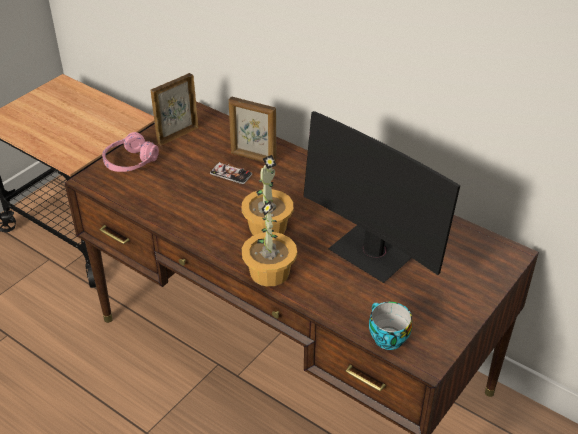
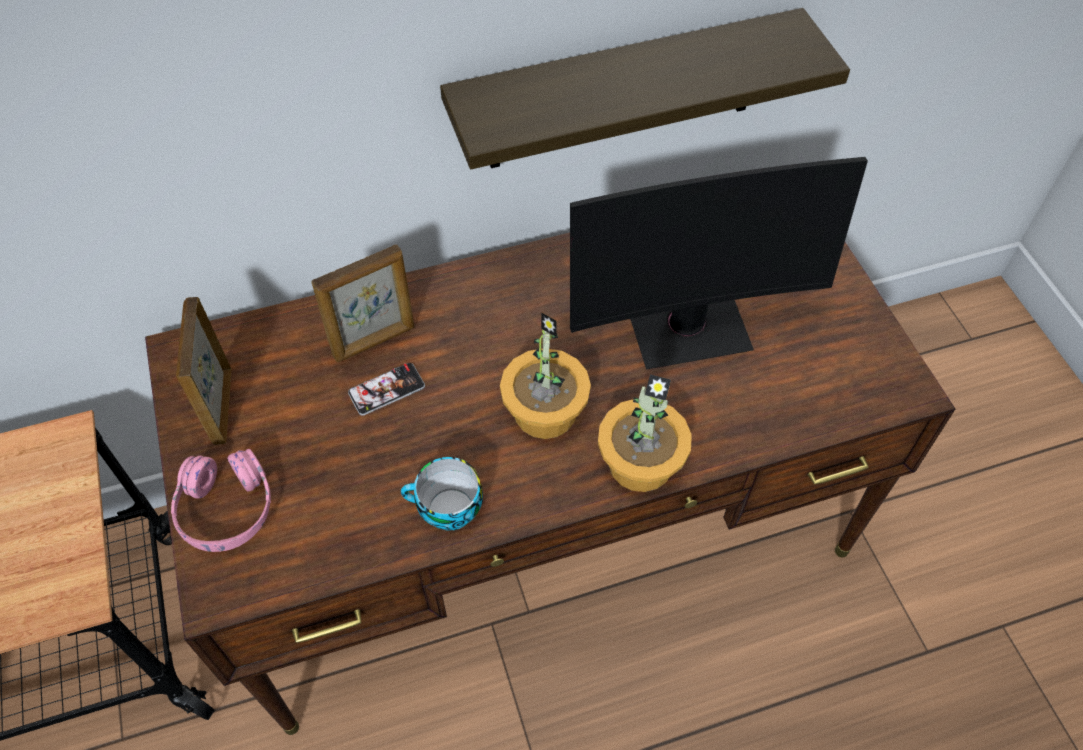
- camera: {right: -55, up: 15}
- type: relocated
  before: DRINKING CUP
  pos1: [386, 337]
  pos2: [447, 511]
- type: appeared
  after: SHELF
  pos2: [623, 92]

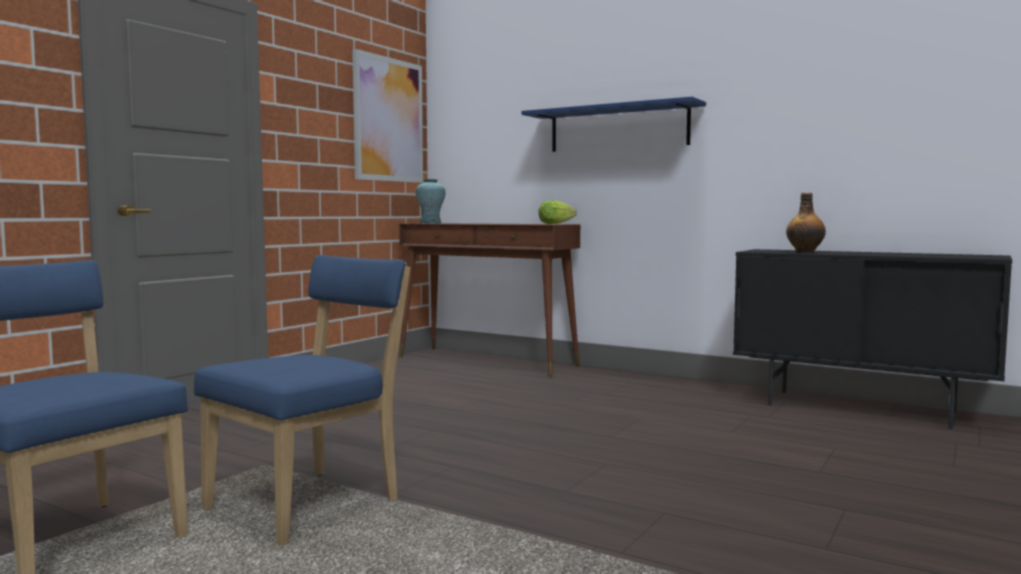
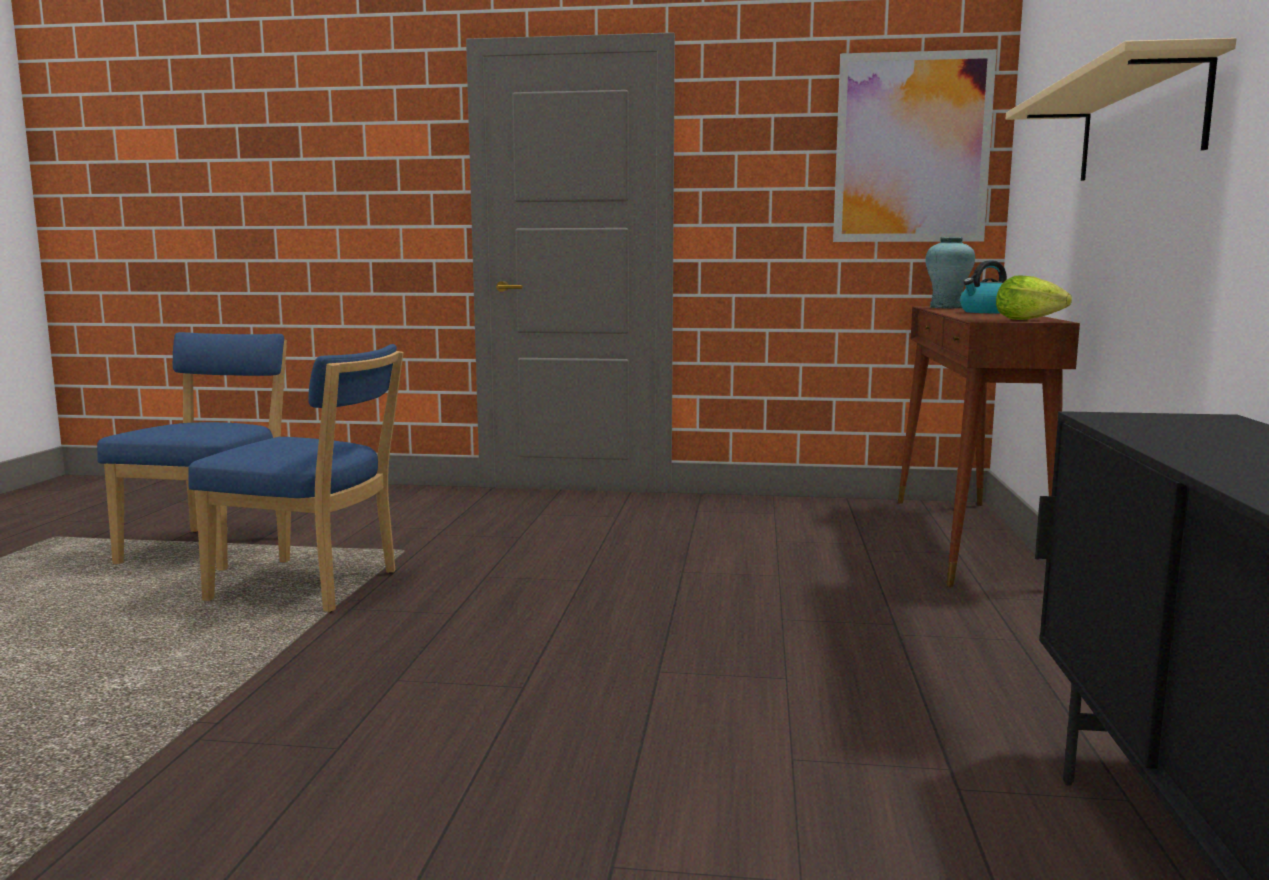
- camera: {right: 65, up: 5}
- type: appeared
  after: TEA KETTLE
  pos2: [986, 312]
- type: colour
  before: BLUE-COLOURED SHELF
  after: BEIGE SHELF
  pos1: [618, 128]
  pos2: [1139, 124]
- type: missing
  before: BOTTLE
  pos1: [805, 252]

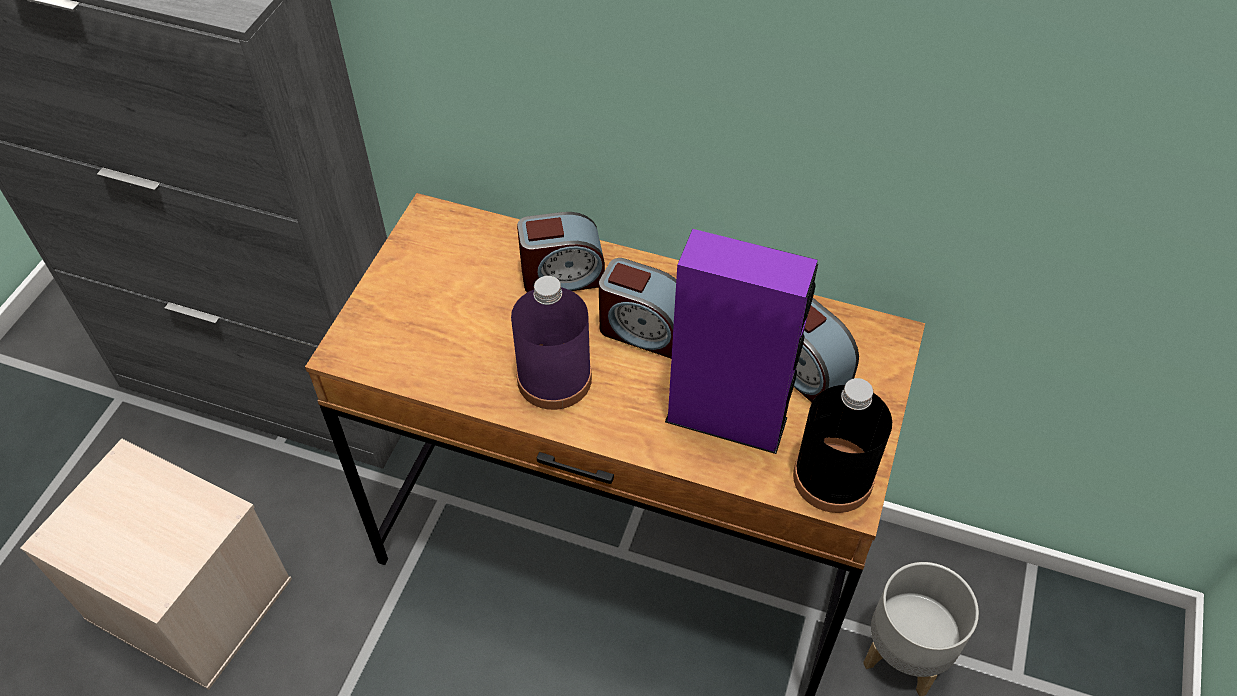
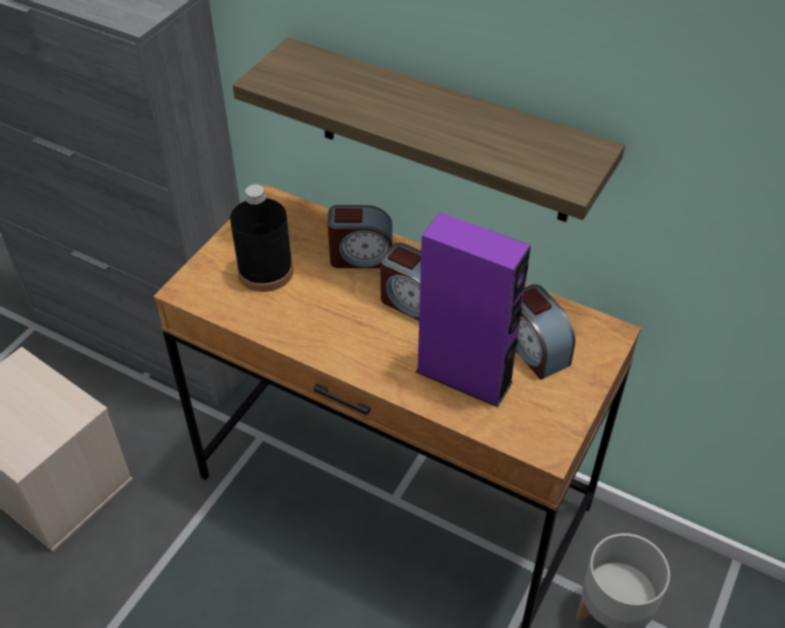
- camera: {right: 10, up: -5}
- type: relocated
  before: BLACK BOTTLE
  pos1: [833, 477]
  pos2: [265, 271]
- type: appeared
  after: SHELF
  pos2: [443, 133]
- type: missing
  before: PURPLE BOTTLE
  pos1: [554, 378]

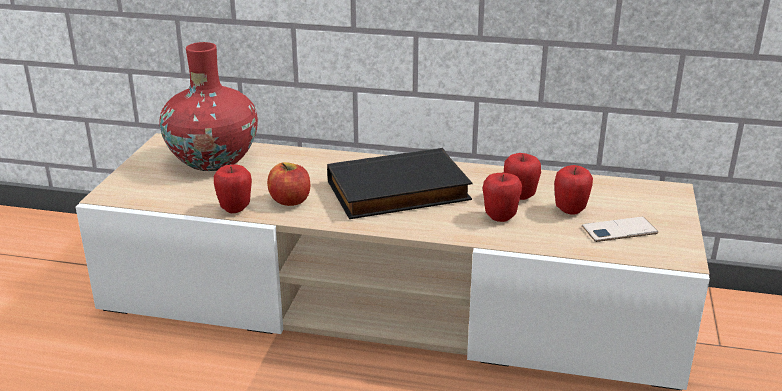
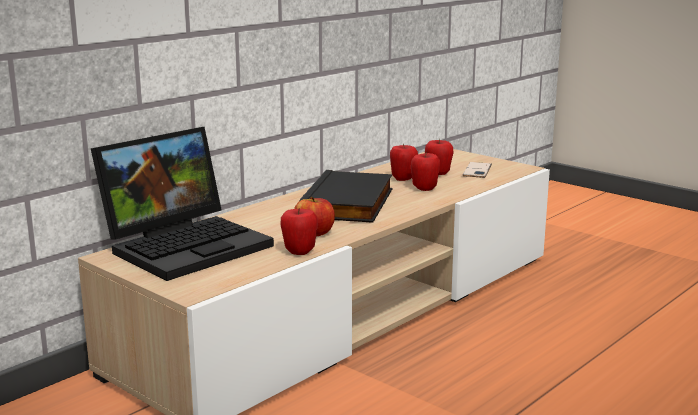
- camera: {right: -60, up: -10}
- type: exchanged
  before: REDDISH DECORATIVE VASE
  after: NOTEBOOK COMPUTER
  pos1: [213, 159]
  pos2: [188, 245]

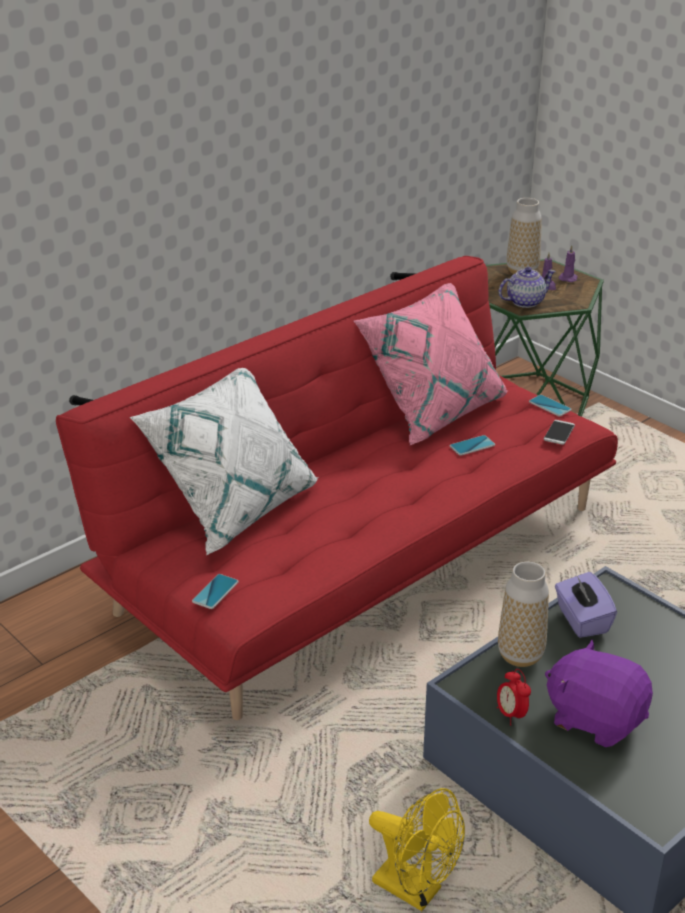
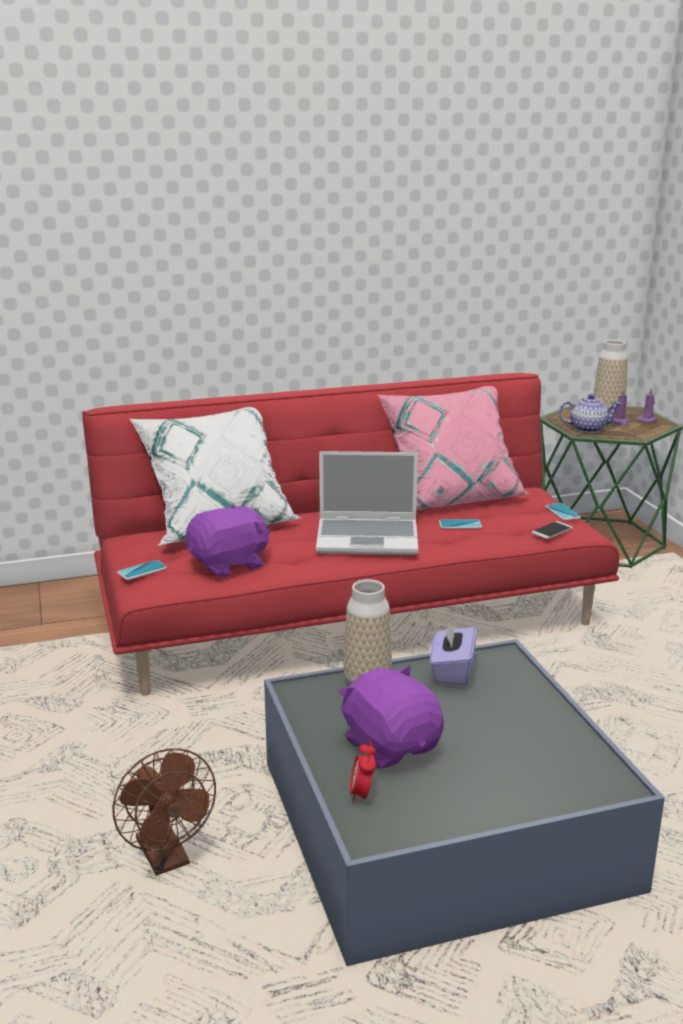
- camera: {right: 25, up: -10}
- type: colour
  before: YELLOWISH ELECTRIC FAN
  after: BROWN ELECTRIC FAN
  pos1: [416, 890]
  pos2: [167, 859]
- type: appeared
  after: PURPLE PLUSH TOY
  pos2: [229, 564]
- type: appeared
  after: NOTEBOOK COMPUTER
  pos2: [369, 538]
- type: relocated
  before: ALARM CLOCK
  pos1: [511, 714]
  pos2: [362, 795]

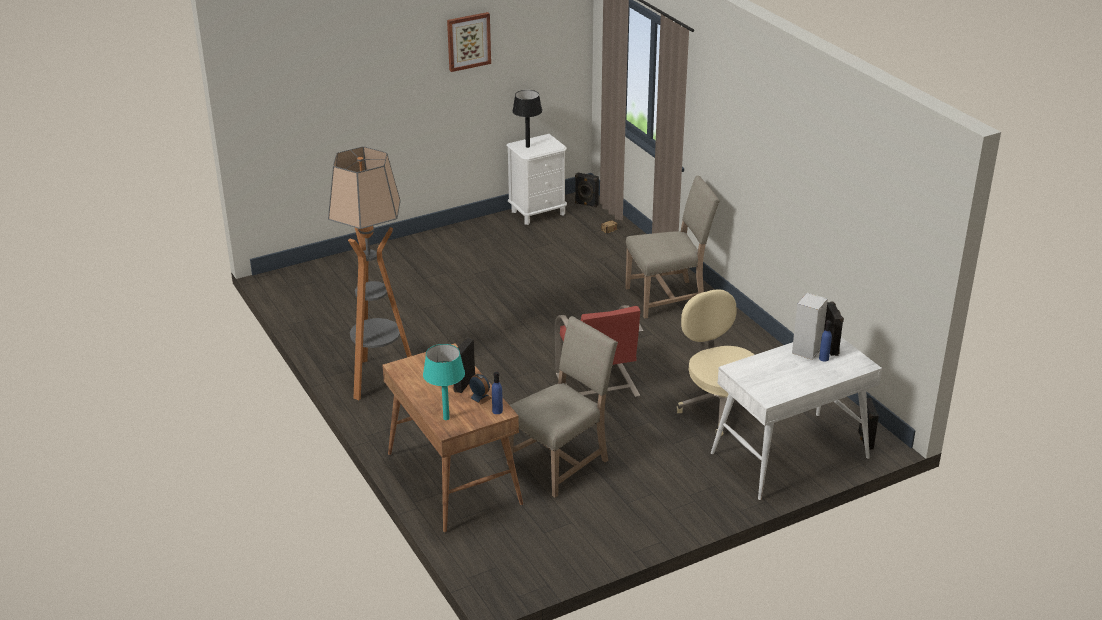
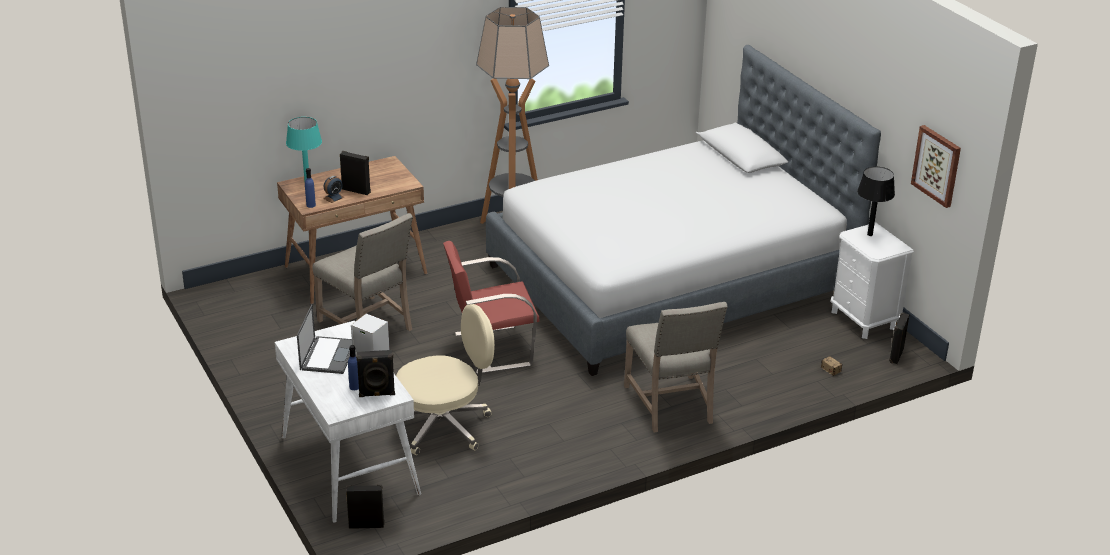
- camera: {right: 90, up: 0}
- type: appeared
  after: NOTEBOOK COMPUTER
  pos2: [328, 355]
- type: appeared
  after: BEDROOM BED
  pos2: [670, 280]
- type: relocated
  before: PICTURE
  pos1: [468, 41]
  pos2: [937, 165]

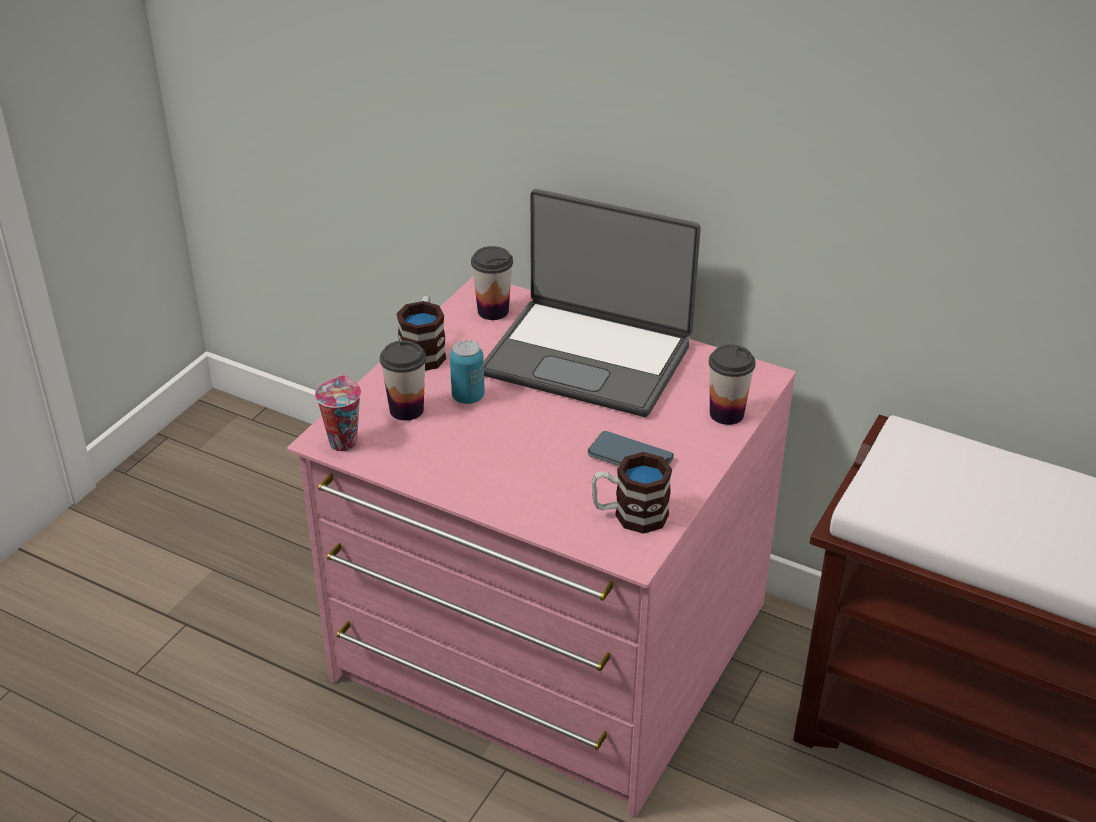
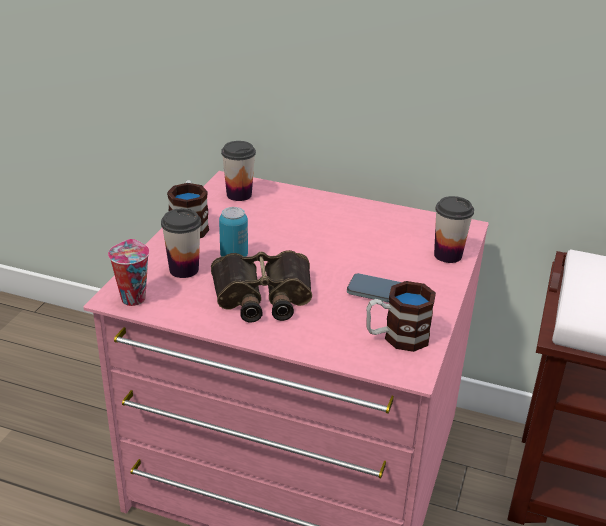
- camera: {right: -10, up: -5}
- type: appeared
  after: PAIR OF BINOCULARS
  pos2: [262, 297]
- type: missing
  before: NOTEBOOK COMPUTER
  pos1: [589, 357]

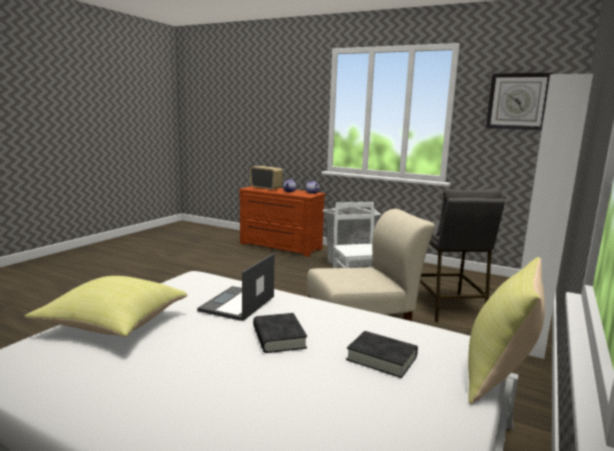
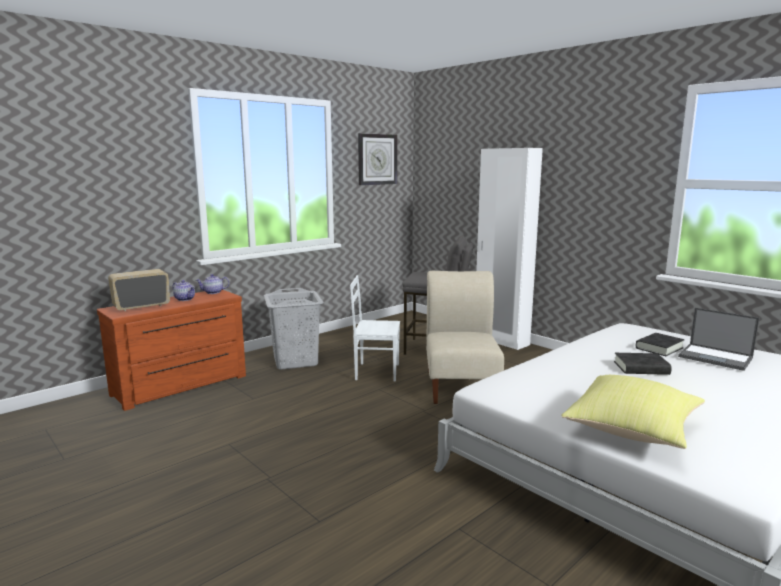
- camera: {right: -70, up: 0}
- type: relocated
  before: NOTEBOOK COMPUTER
  pos1: [237, 304]
  pos2: [716, 357]
- type: missing
  before: YELLOWISH THROW PILLOW
  pos1: [498, 375]

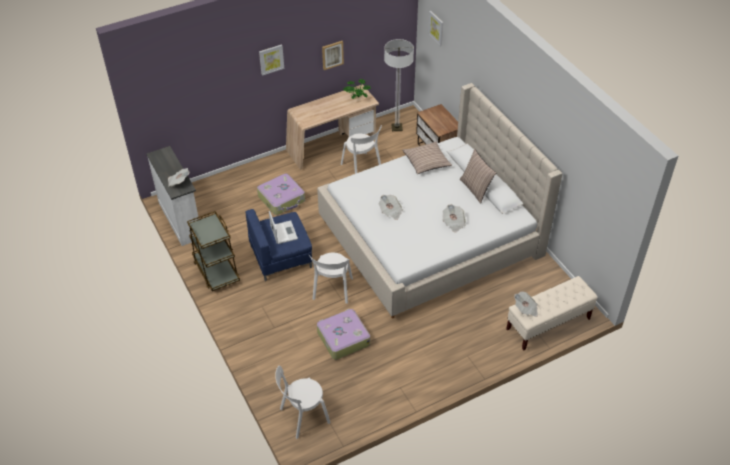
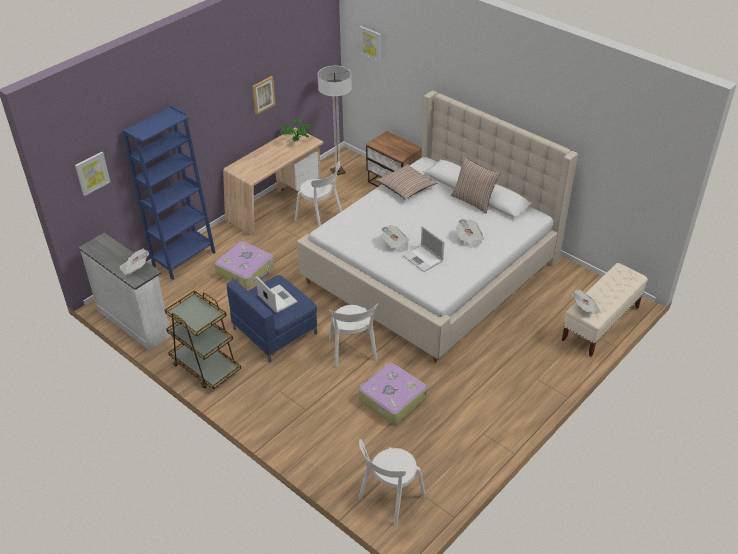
- camera: {right: -20, up: -5}
- type: relocated
  before: PICTURE
  pos1: [271, 59]
  pos2: [92, 173]
- type: appeared
  after: BLUE-COLOURED SHELVING UNIT
  pos2: [184, 259]
- type: appeared
  after: NOTEBOOK COMPUTER
  pos2: [423, 259]

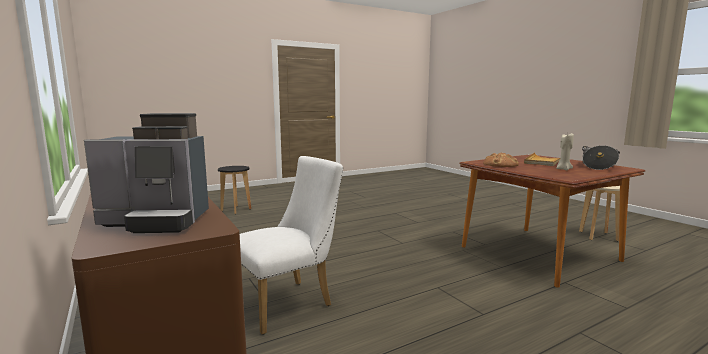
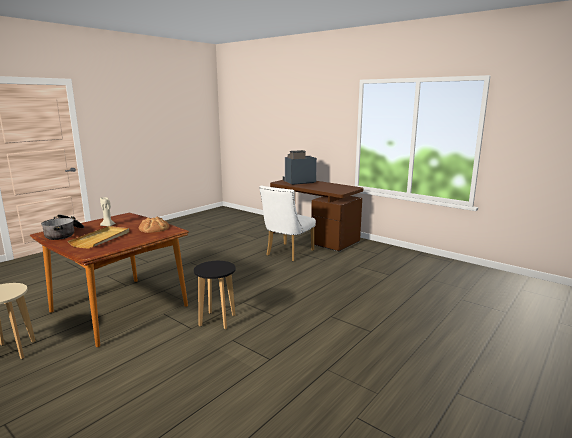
- camera: {right: 160, up: 5}
- type: relocated
  before: BLACK STOOL SEAT
  pos1: [236, 210]
  pos2: [217, 320]

